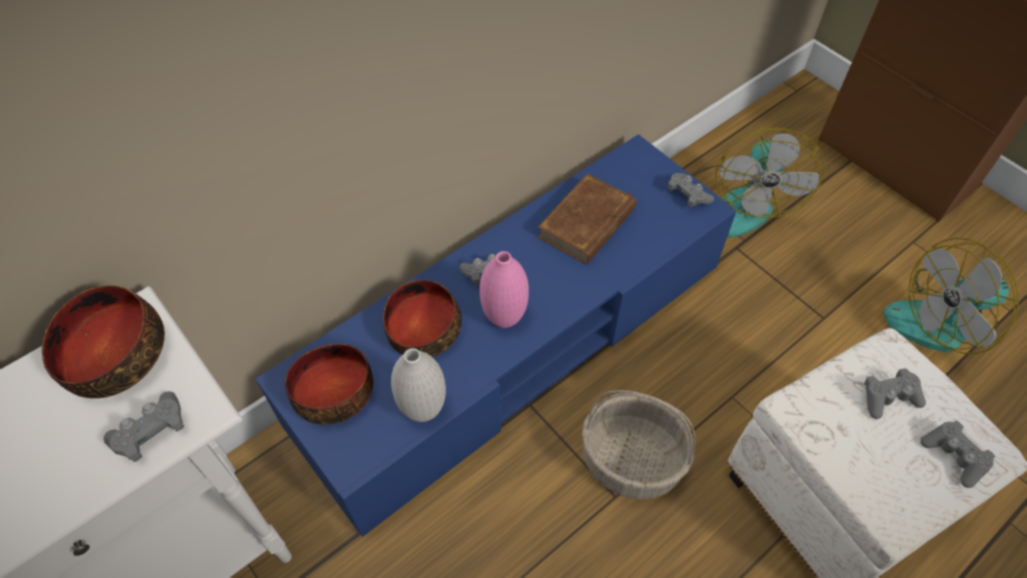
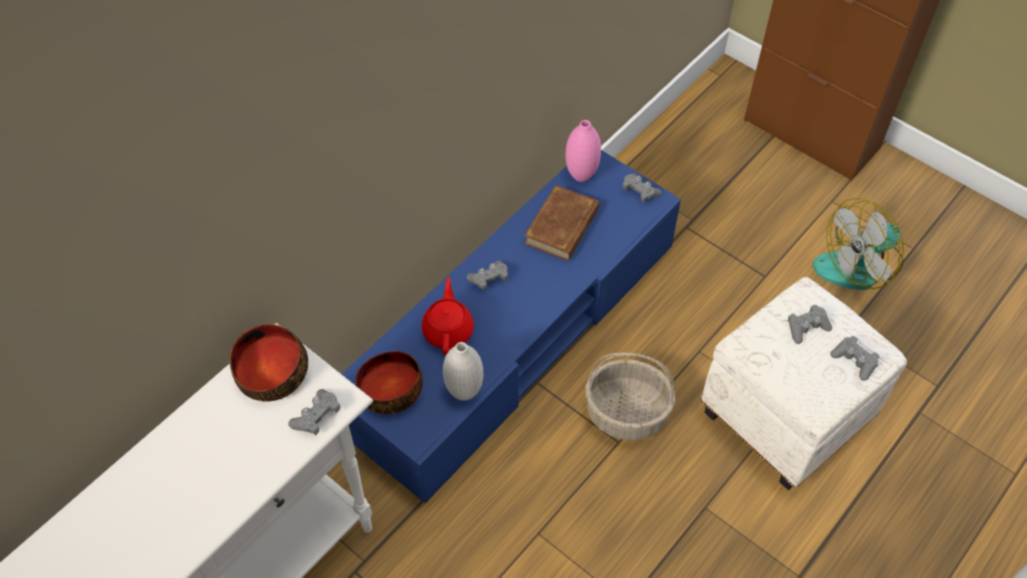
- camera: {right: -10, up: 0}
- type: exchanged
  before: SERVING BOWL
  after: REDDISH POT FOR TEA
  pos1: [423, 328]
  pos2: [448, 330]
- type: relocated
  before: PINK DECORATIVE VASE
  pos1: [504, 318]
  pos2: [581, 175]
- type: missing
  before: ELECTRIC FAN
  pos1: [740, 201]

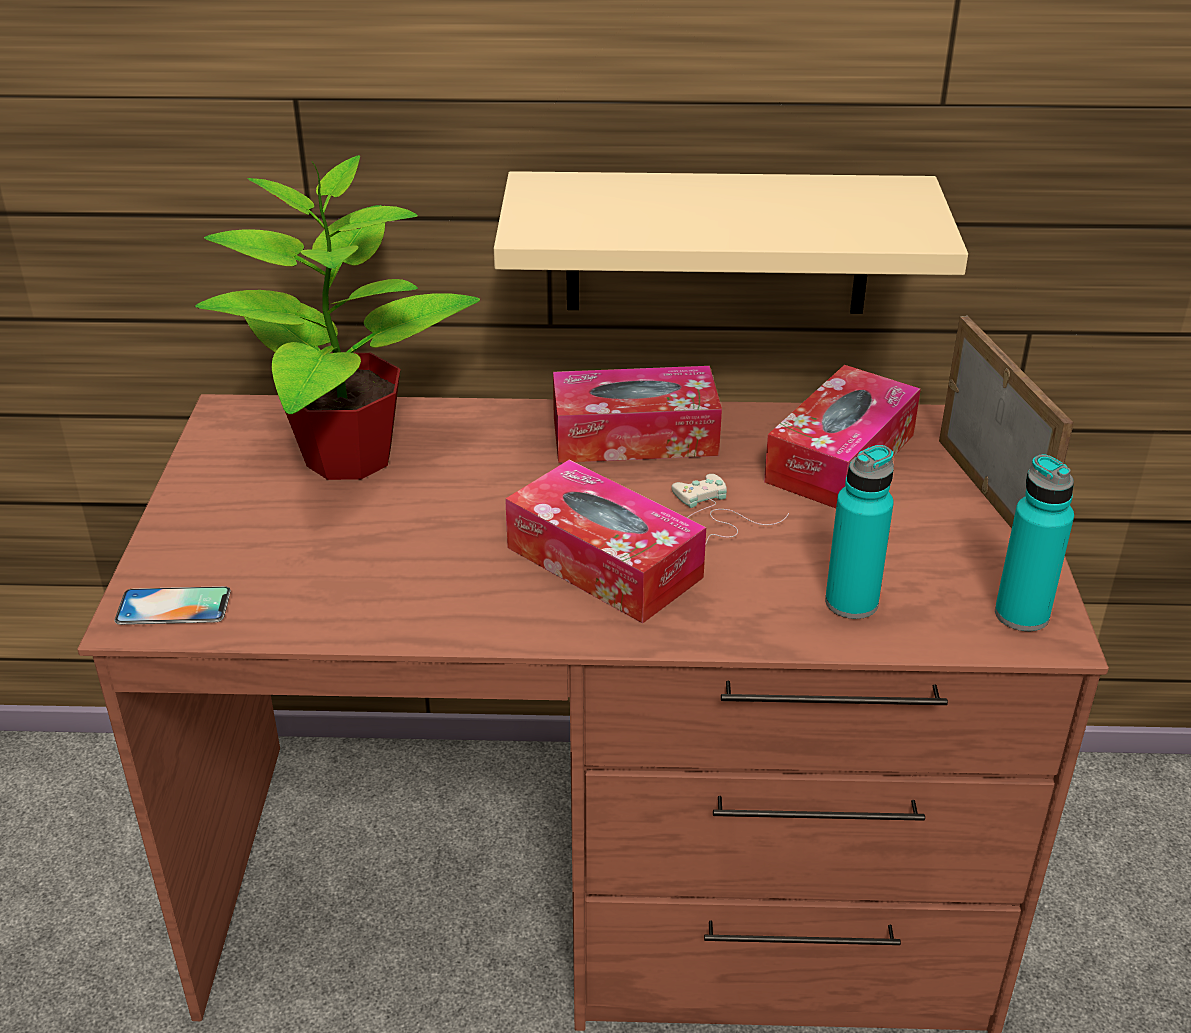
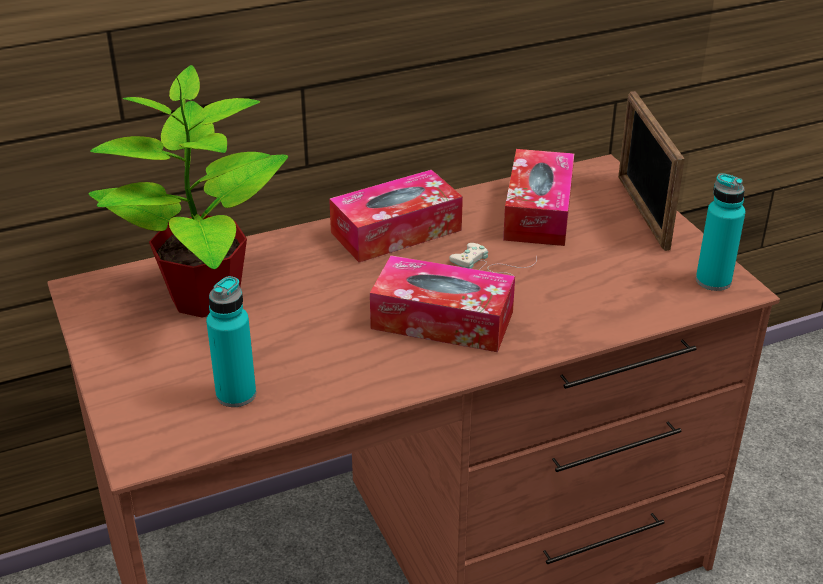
- camera: {right: -25, up: 0}
- type: relocated
  before: TURQUOISE BOTTLE
  pos1: [851, 602]
  pos2: [236, 394]
- type: spun
  before: PICTURE FRAME
  pos1: [989, 494]
  pos2: [642, 212]
  turn: -150
- type: missing
  before: PHONE
  pos1: [173, 606]
- type: missing
  before: BEIGE SHELF
  pos1: [717, 243]

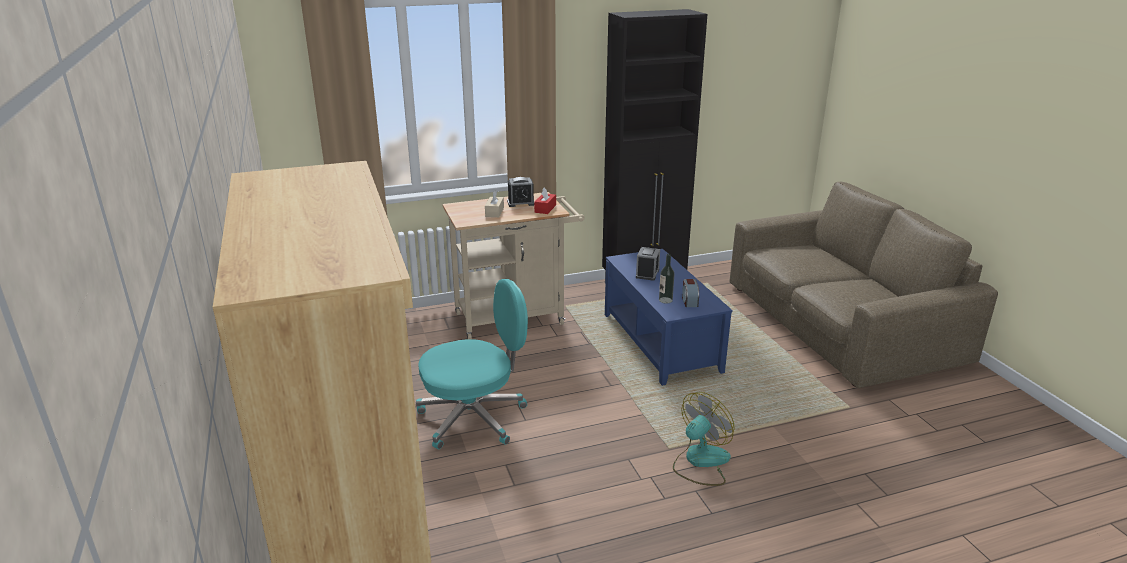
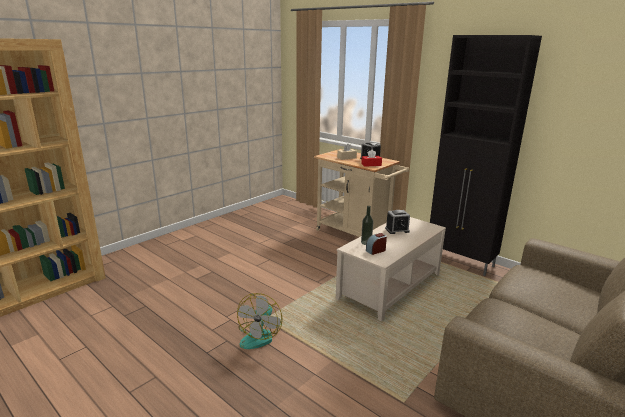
- camera: {right: 60, up: -5}
- type: spun
  before: ELECTRIC FAN
  pos1: [700, 462]
  pos2: [260, 335]
  turn: 90
- type: colour
  before: BLUE-COLOURED COFFEE TABLE
  after: BEIGE COFFEE TABLE
  pos1: [660, 342]
  pos2: [390, 286]
- type: missing
  before: TURQUOISE DESK CHAIR
  pos1: [474, 417]

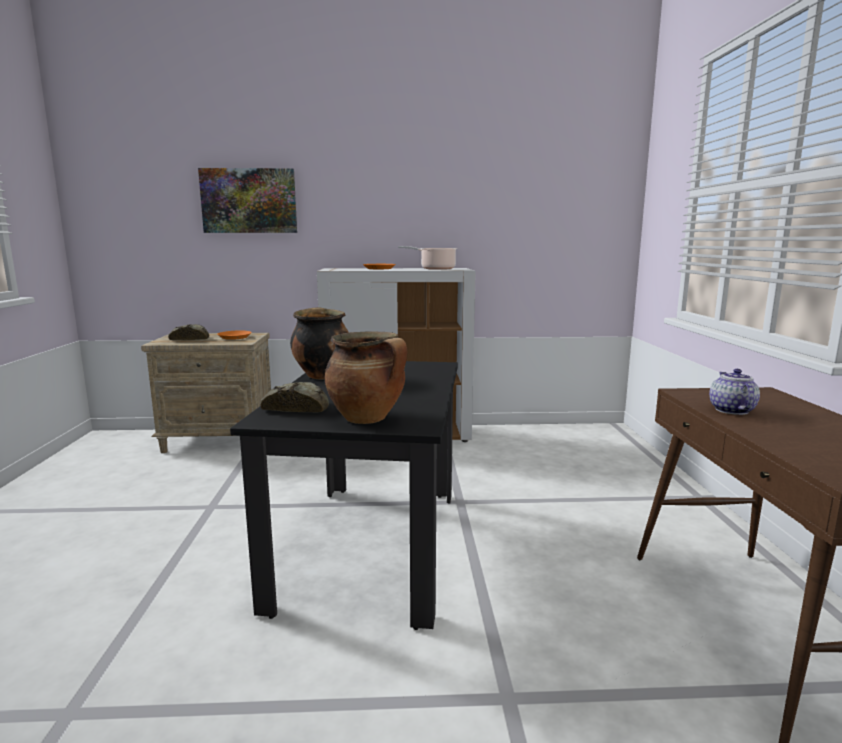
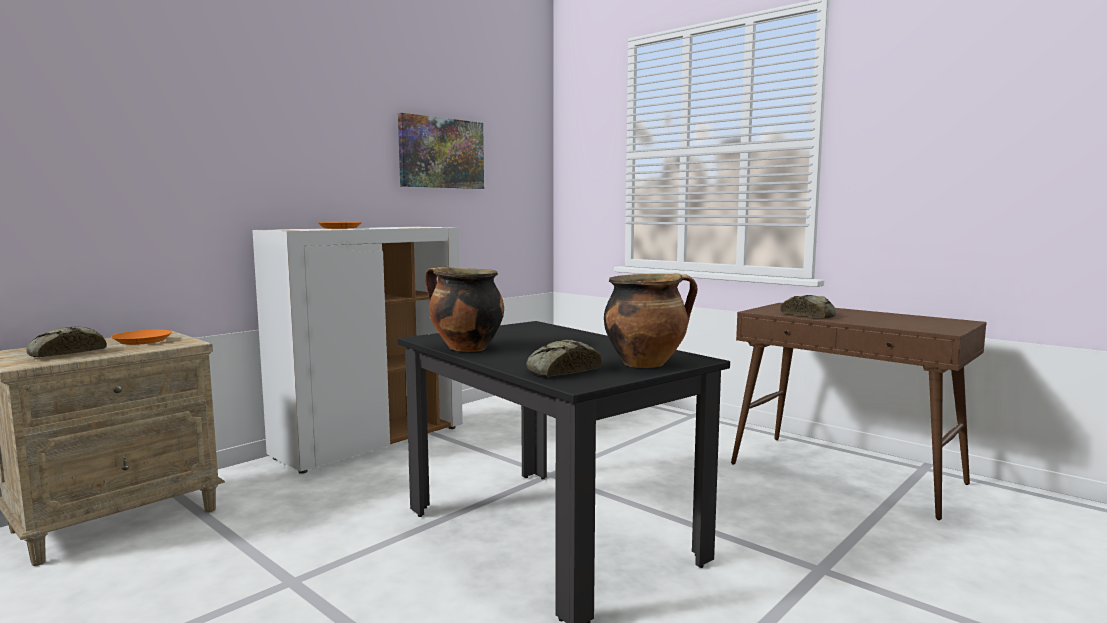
- camera: {right: -45, up: -5}
- type: relocated
  before: PICTURE
  pos1: [249, 201]
  pos2: [441, 153]
- type: exchanged
  before: POT FOR TEA
  after: BAKERY BREAD
  pos1: [730, 410]
  pos2: [809, 315]
- type: missing
  before: SAUCEPOT
  pos1: [435, 268]

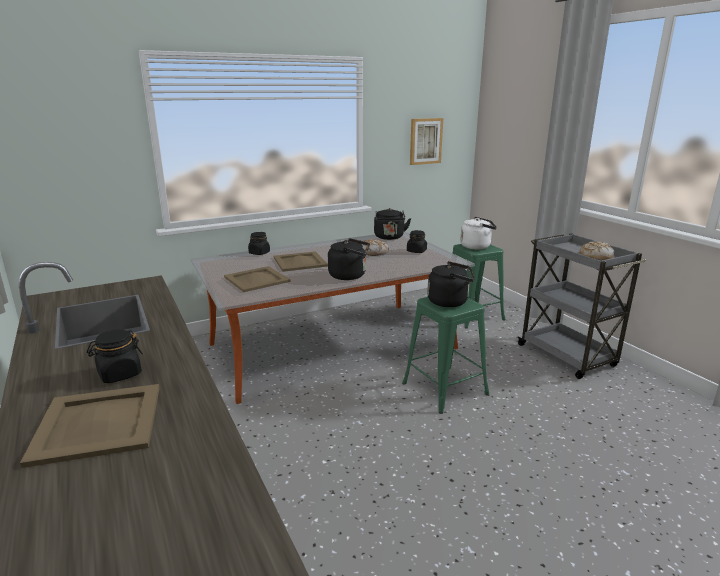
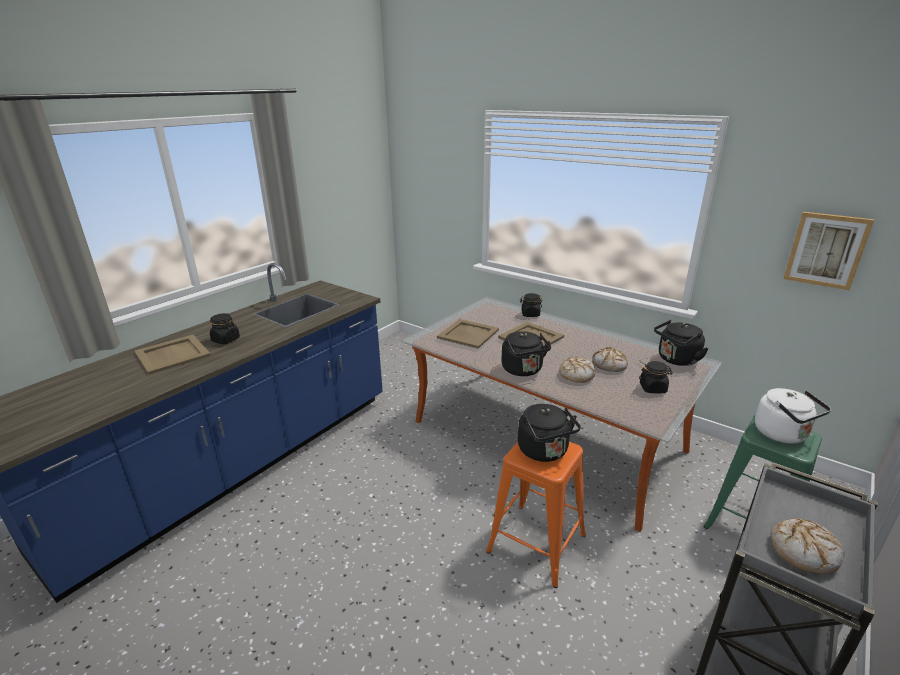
- camera: {right: 65, up: 5}
- type: colour
  before: GREENISH STOOL SEAT
  after: ORANGEY STOOL SEAT
  pos1: [444, 388]
  pos2: [536, 543]
- type: appeared
  after: BAKERY BREAD
  pos2: [576, 374]

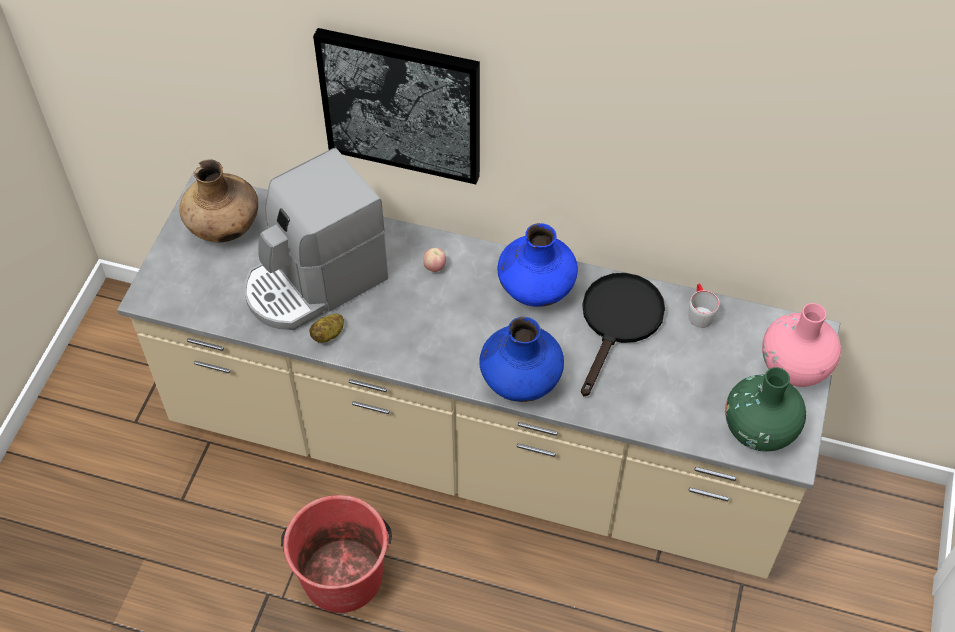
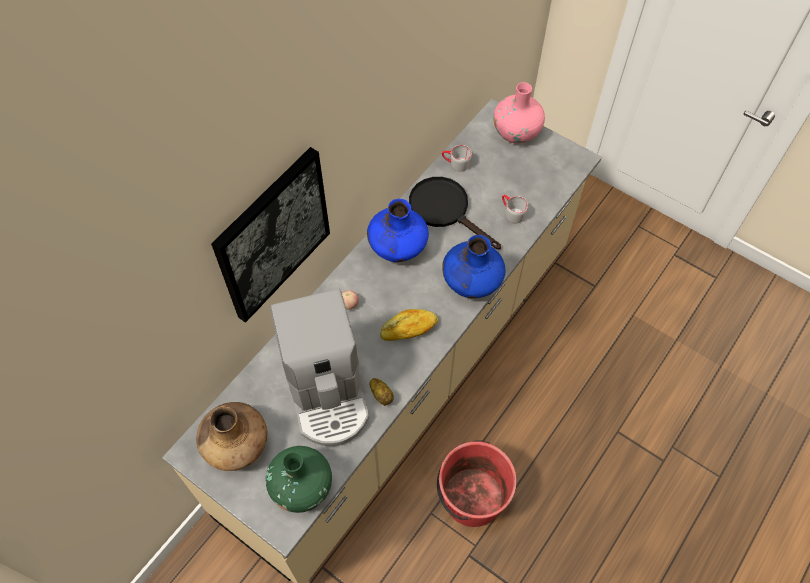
- camera: {right: -70, up: 5}
- type: relocated
  before: GREENISH DECORATIVE VASE
  pos1: [759, 430]
  pos2: [302, 487]
- type: appeared
  after: BAKERY BREAD
  pos2: [409, 330]
- type: appeared
  after: GREY COFFEE MUG
  pos2: [511, 213]

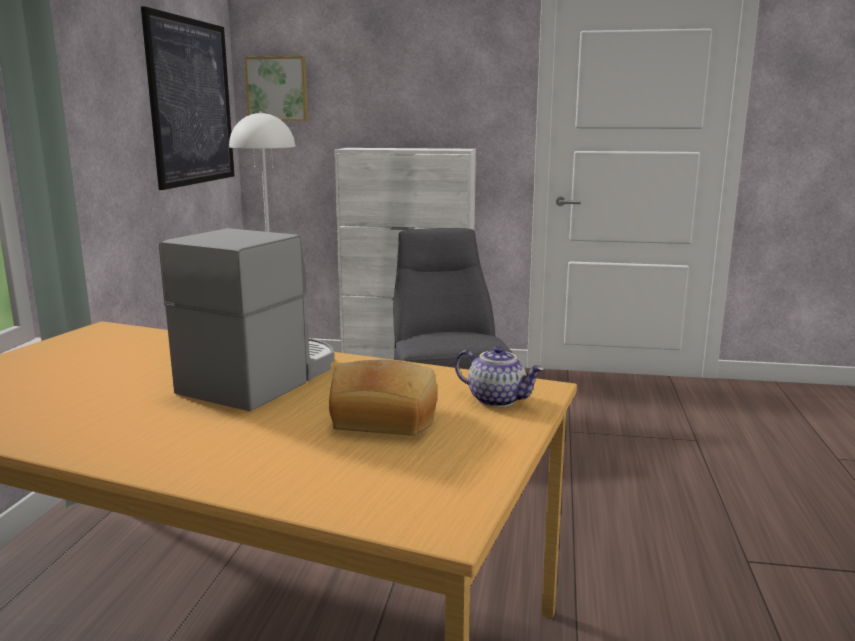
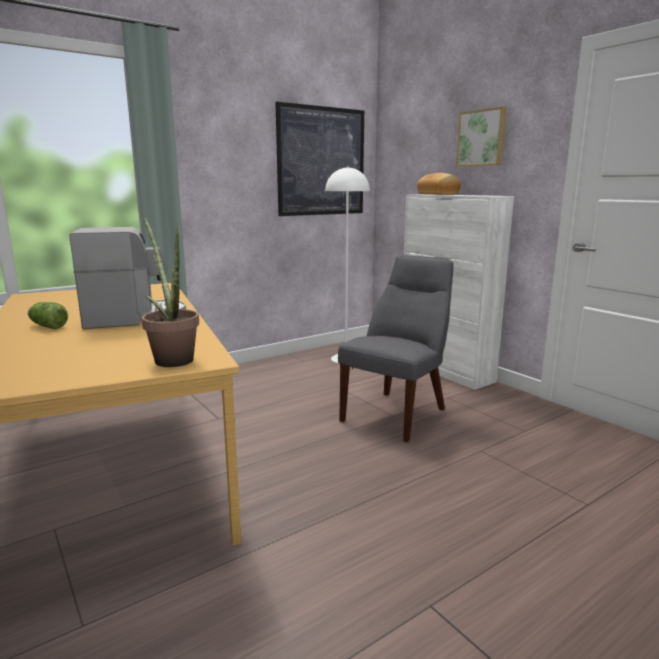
- camera: {right: 45, up: 0}
- type: appeared
  after: LETTUCE HEAD
  pos2: [47, 326]
- type: exchanged
  before: POT FOR TEA
  after: PLANT IN A POT
  pos1: [498, 400]
  pos2: [171, 358]
- type: relocated
  before: BAKERY BREAD
  pos1: [385, 418]
  pos2: [439, 194]
- type: relocated
  before: PICTURE
  pos1: [277, 89]
  pos2: [482, 138]

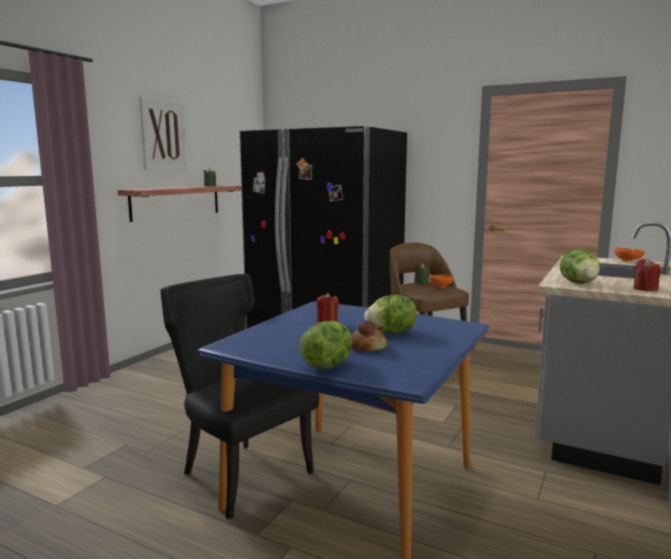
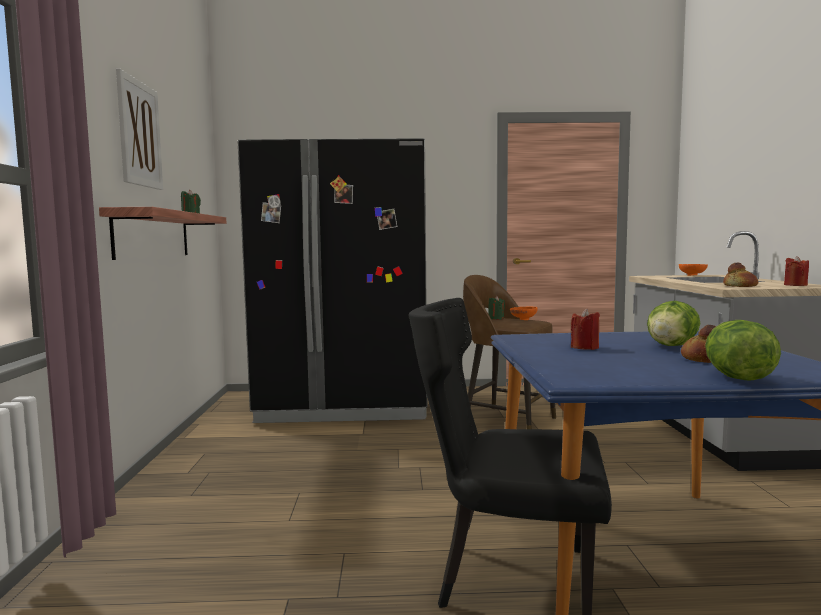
- camera: {right: -30, up: -5}
- type: exchanged
  before: LETTUCE HEAD
  after: BAKERY BREAD
  pos1: [579, 283]
  pos2: [740, 286]

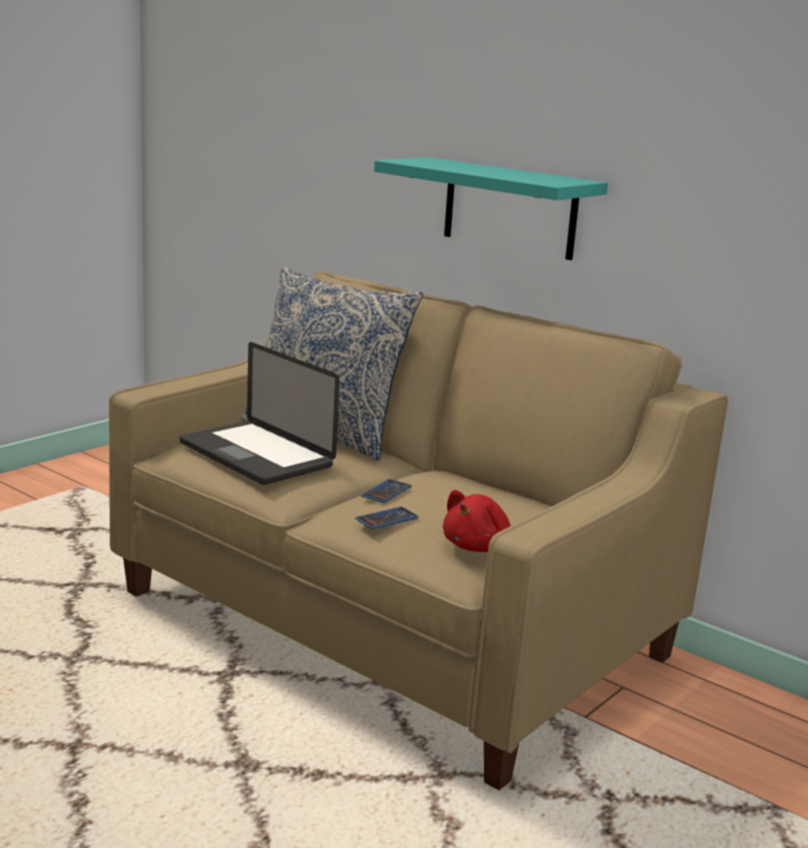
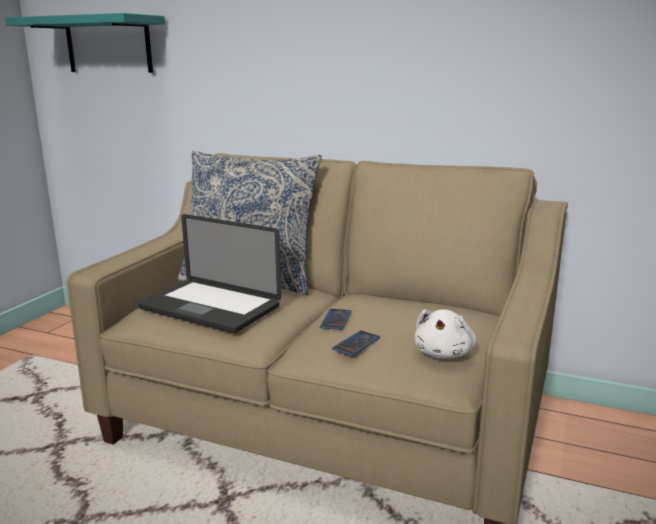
- camera: {right: -15, up: 0}
- type: relocated
  before: TURQUOISE SHELF
  pos1: [510, 208]
  pos2: [108, 45]
- type: colour
  before: REDDISH PLUSH TOY
  after: WHITE-COLOURED PLUSH TOY
  pos1: [478, 547]
  pos2: [444, 353]

